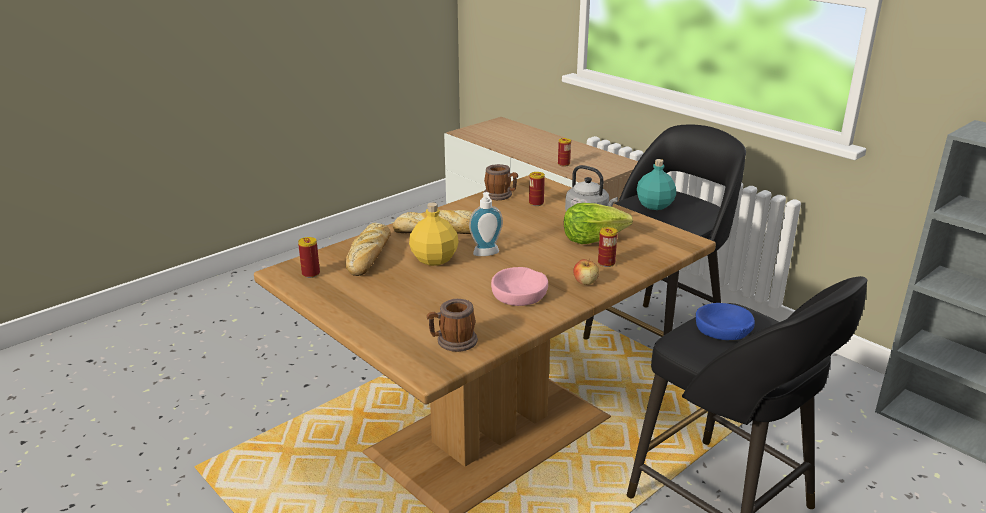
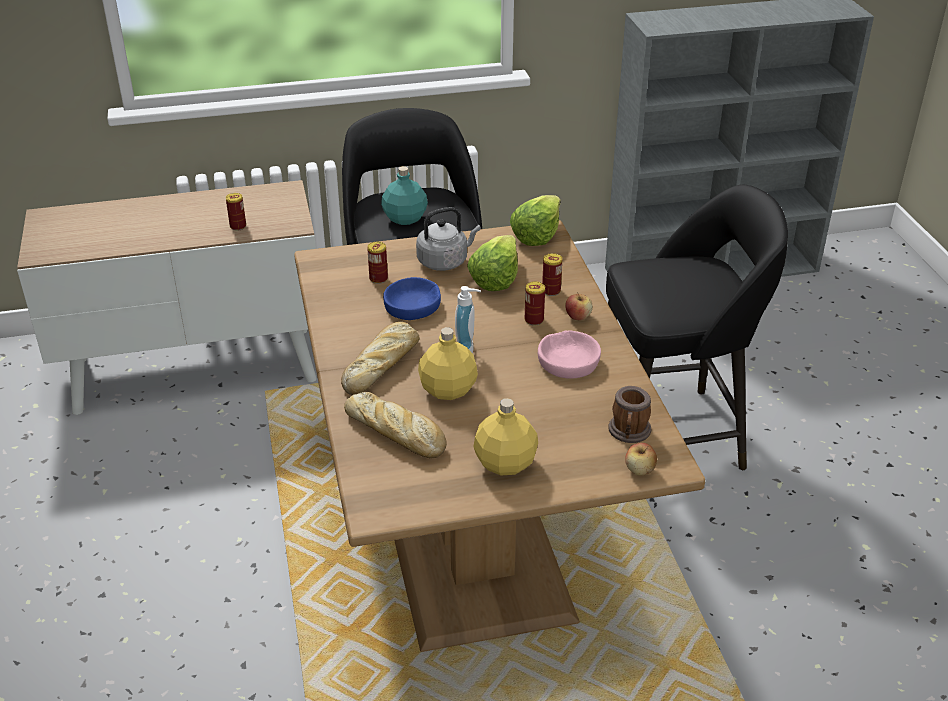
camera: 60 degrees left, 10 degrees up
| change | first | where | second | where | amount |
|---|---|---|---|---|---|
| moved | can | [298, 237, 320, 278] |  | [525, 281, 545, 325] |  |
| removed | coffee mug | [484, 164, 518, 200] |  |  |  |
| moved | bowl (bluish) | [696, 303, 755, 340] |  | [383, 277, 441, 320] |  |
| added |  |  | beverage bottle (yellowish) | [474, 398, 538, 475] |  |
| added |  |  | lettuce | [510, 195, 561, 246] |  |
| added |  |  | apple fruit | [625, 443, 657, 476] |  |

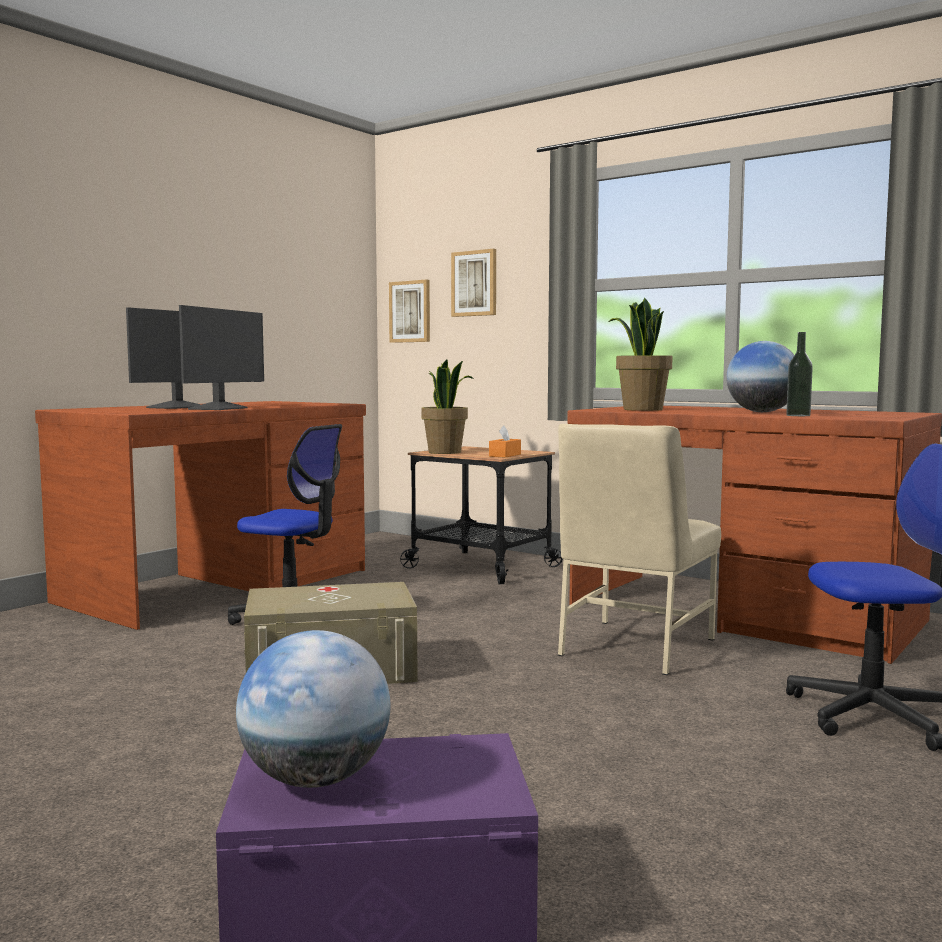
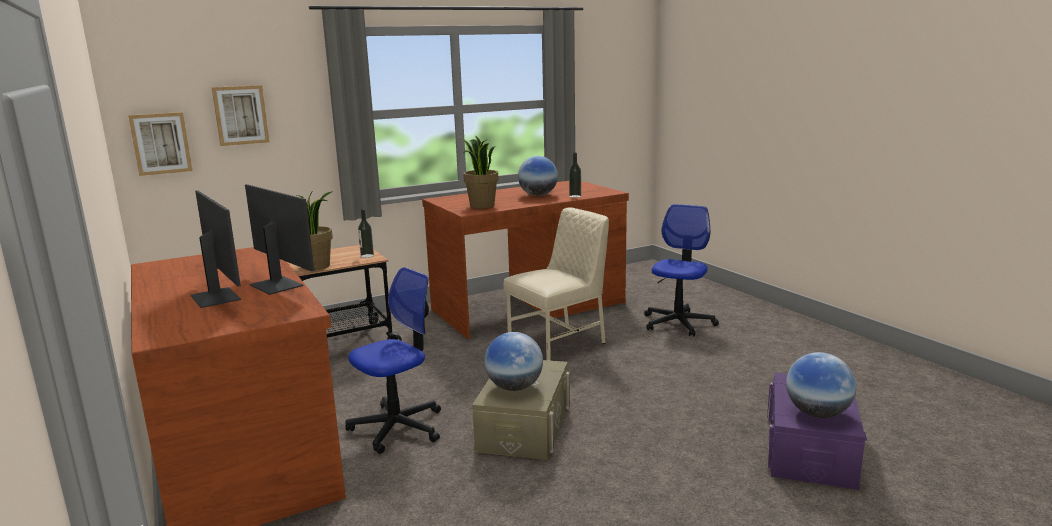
camera: 65 degrees left, 10 degrees up
| change | first | where | second | where | amount |
|---|---|---|---|---|---|
| replaced | box of tissues (orangey) | [489, 425, 521, 458] | beverage bottle | [358, 209, 374, 258] |  |
| turned | plain chair (sand-coloured) | [558, 424, 721, 675] |  | [503, 207, 609, 361] | 90 degrees counterclockwise |
| added |  |  | globe | [485, 332, 543, 391] |  |

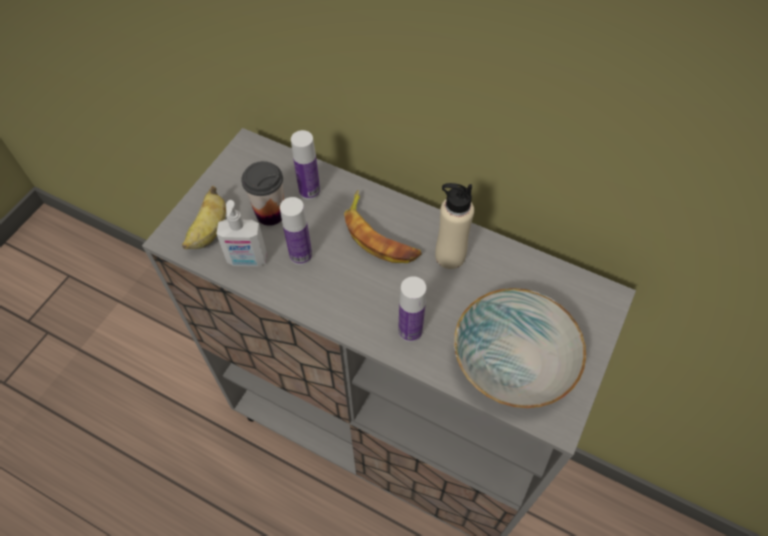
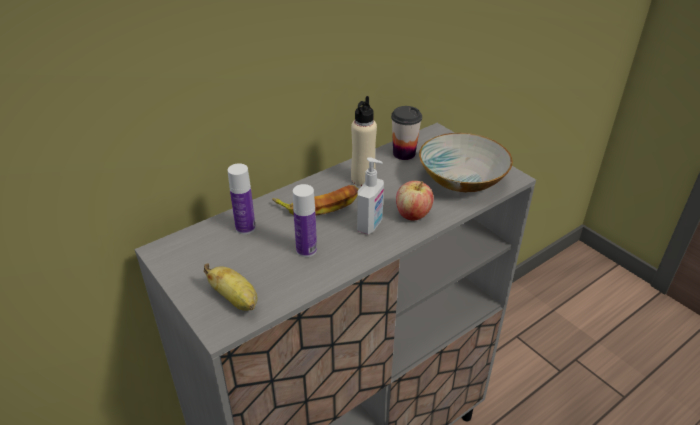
camera: 65 degrees left, 20 degrees down
| change | first | where | second | where | amount |
|---|---|---|---|---|---|
| moved | liquid soap bottle | [216, 200, 267, 267] |  | [357, 157, 384, 234] |  |
| moved | drinking cup | [241, 161, 284, 226] |  | [391, 106, 422, 160] |  |
| replaced | beverage bottle | [398, 276, 426, 342] | apple fruit | [396, 181, 434, 221] |  |

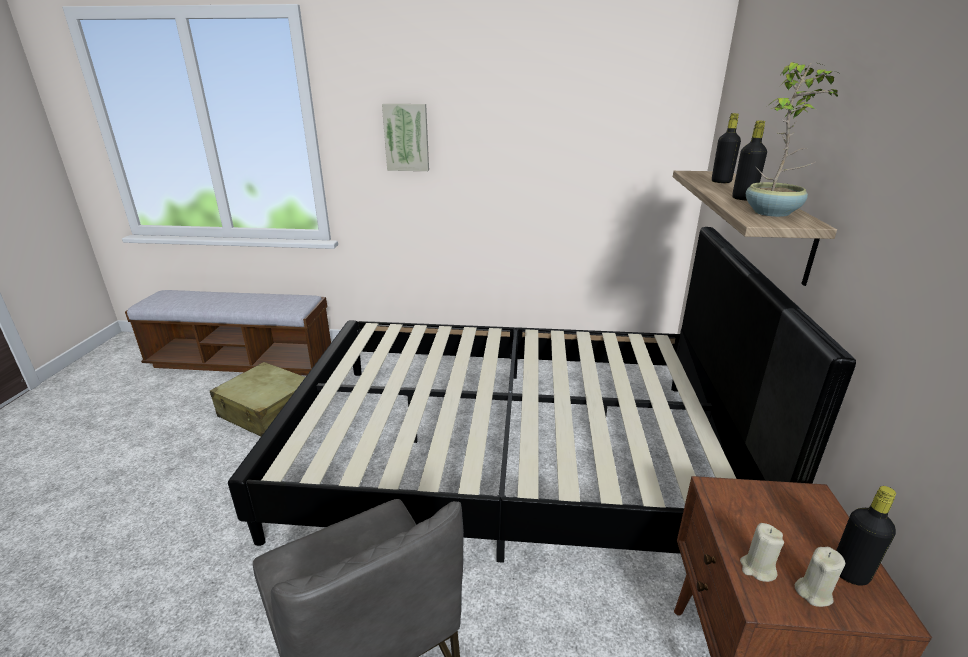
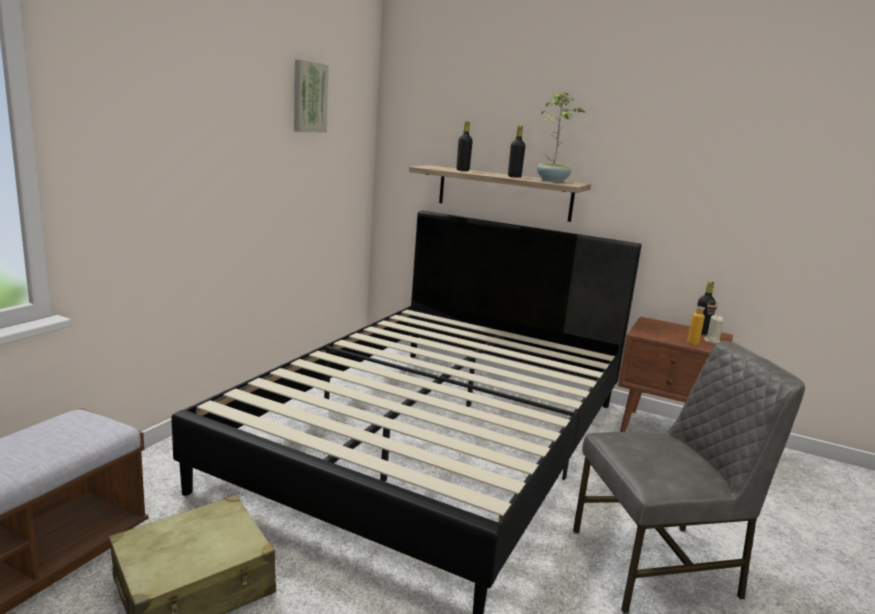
camera: 70 degrees left, 10 degrees down
| change | first | where | second | where | amount |
|---|---|---|---|---|---|
| moved | wall picture | [382, 104, 429, 171] |  | [294, 59, 329, 133] |  |
| replaced | wax light (sand-coloured) | [740, 523, 784, 582] | beverage bottle | [687, 301, 718, 346] |  |

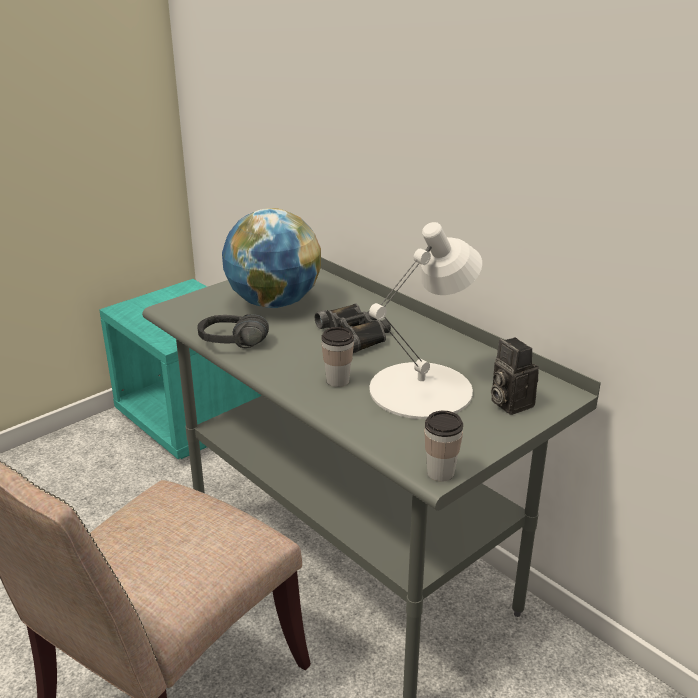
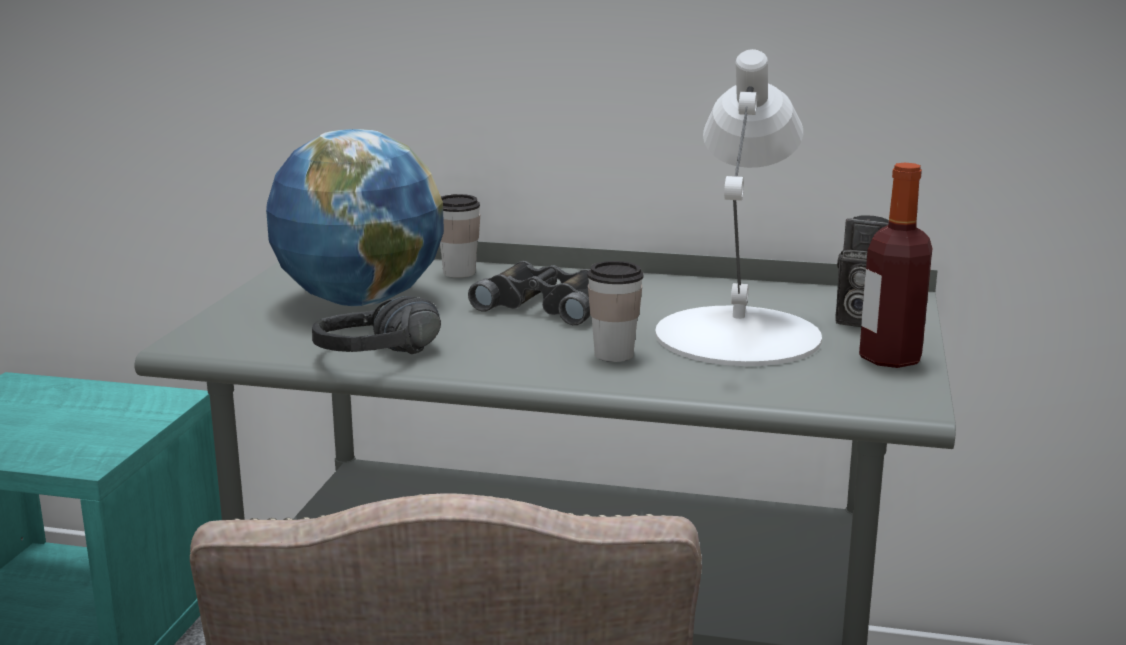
camera: 35 degrees left, 10 degrees down
| change | first | where | second | where | amount |
|---|---|---|---|---|---|
| moved | drinking cup | [424, 411, 463, 482] |  | [440, 194, 480, 278] |  |
| added |  |  | beverage bottle | [859, 163, 932, 368] |  |

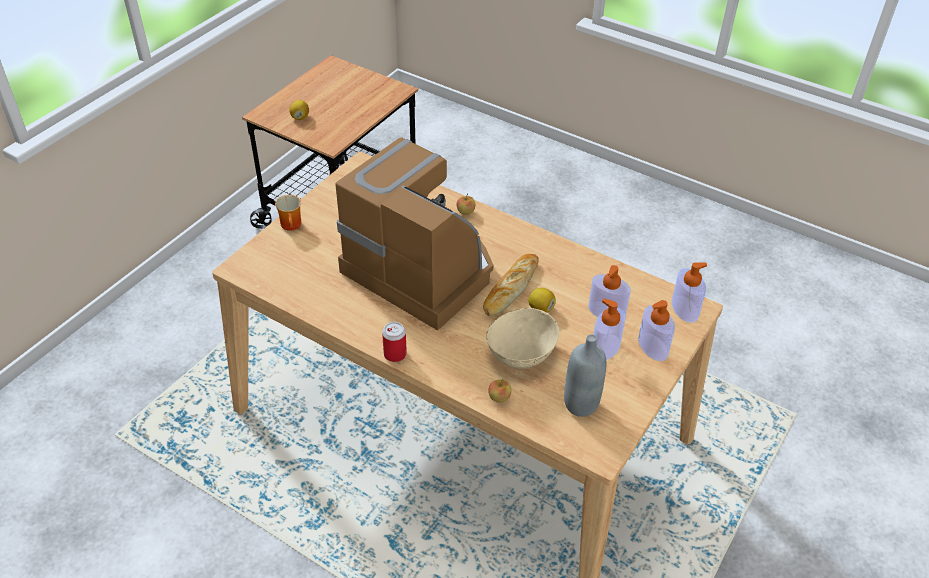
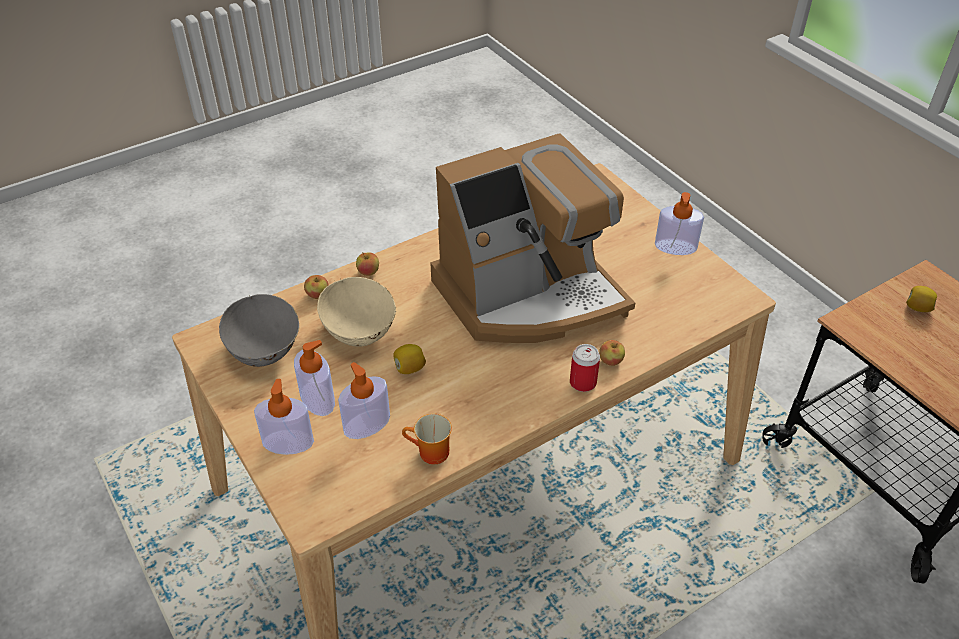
camera: 115 degrees right, 0 degrees up
| change | first | where | second | where | amount |
|---|---|---|---|---|---|
| moved | coffee mug | [275, 195, 301, 231] |  | [402, 414, 452, 464] |  |
| moved | can | [382, 322, 407, 362] |  | [570, 344, 600, 392] |  |
| removed | bakery bread | [483, 254, 539, 316] |  |  |  |
| replaced | beverage bottle (gray) | [564, 334, 606, 417] | bowl (gray) | [219, 294, 299, 367] |  |
| moved | liquid soap bottle | [672, 262, 707, 323] |  | [655, 192, 704, 255] |  |
| added |  |  | apple fruit | [356, 252, 379, 276] |  |

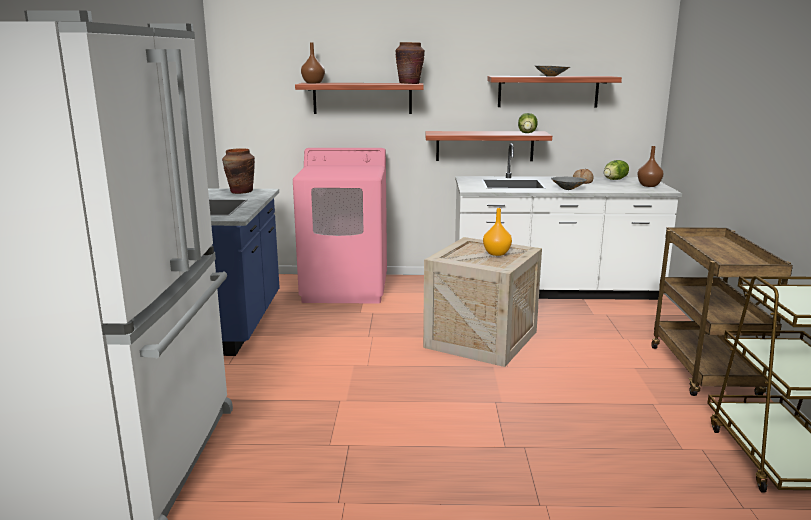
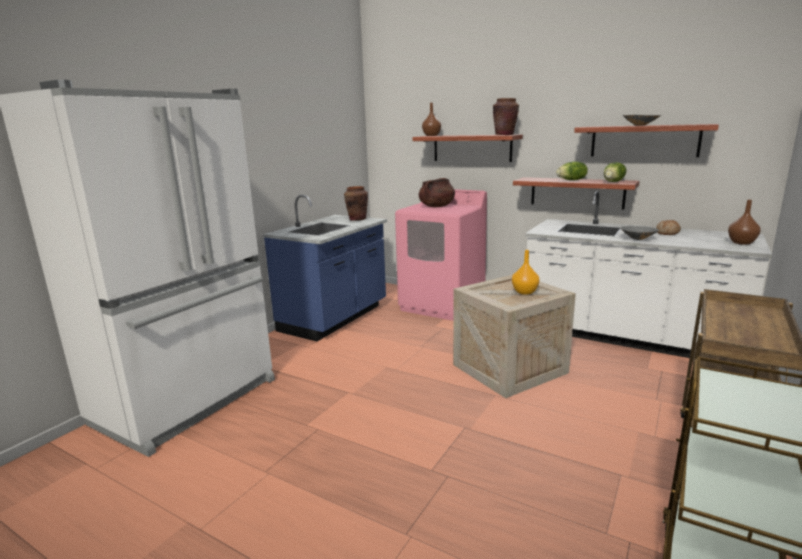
camera: 30 degrees right, 0 degrees up
| change | first | where | second | where | amount |
|---|---|---|---|---|---|
| moved | lettuce | [604, 160, 629, 180] |  | [556, 161, 588, 180] |  |
| added |  |  | stockpot (brown-coloured) | [419, 178, 455, 207] |  |

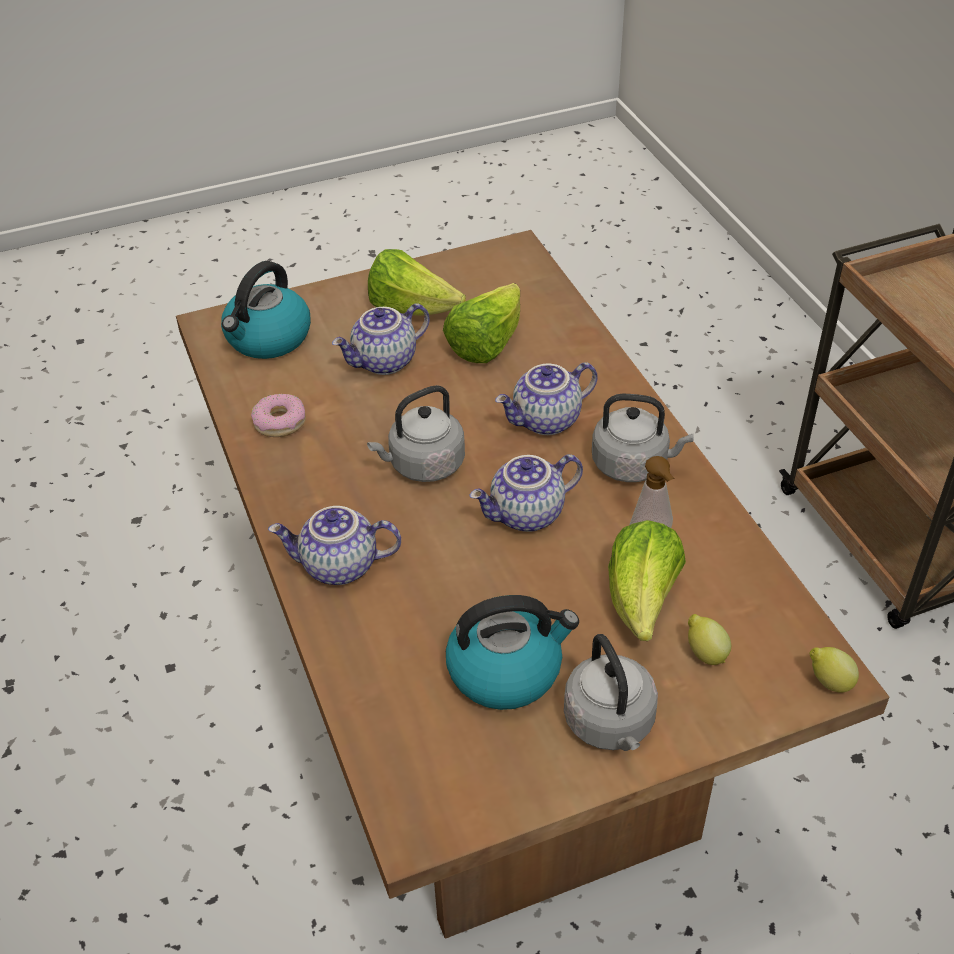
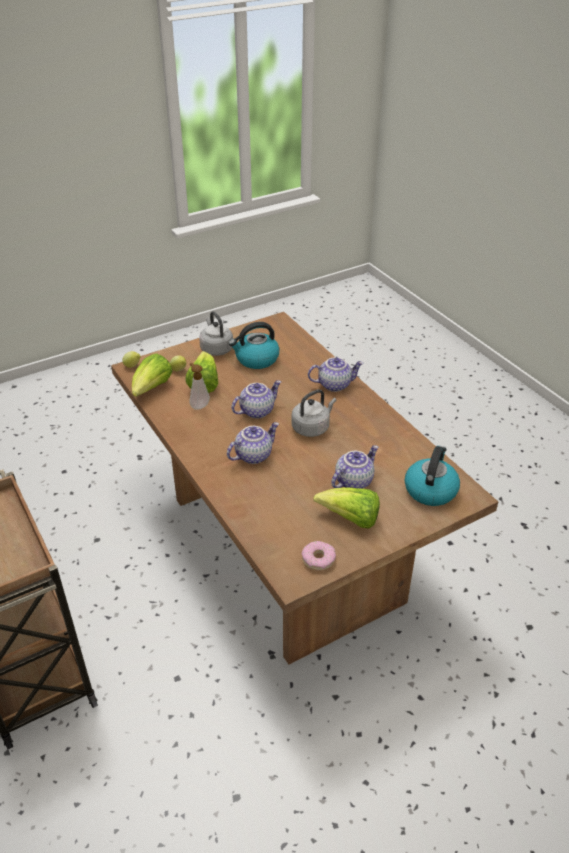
camera: 170 degrees right, 5 degrees down
| change | first | where | second | where | amount |
|---|---|---|---|---|---|
| moved | doughnut | [251, 394, 306, 437] |  | [302, 541, 336, 571] |  |
| moved | lettuce | [443, 283, 520, 363] |  | [132, 353, 173, 397] |  |
| removed | kettle (gray) | [592, 394, 694, 482] |  |  |  |

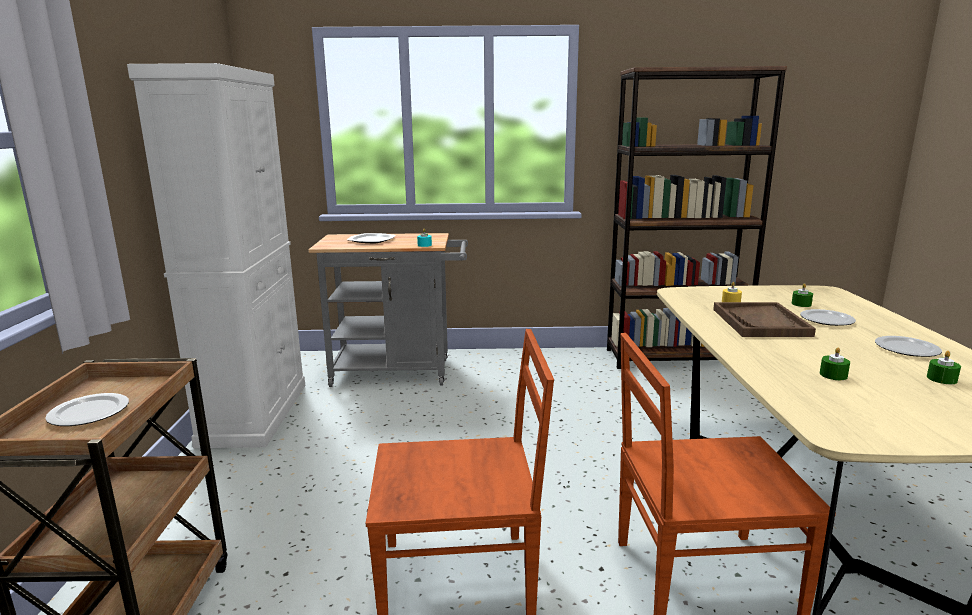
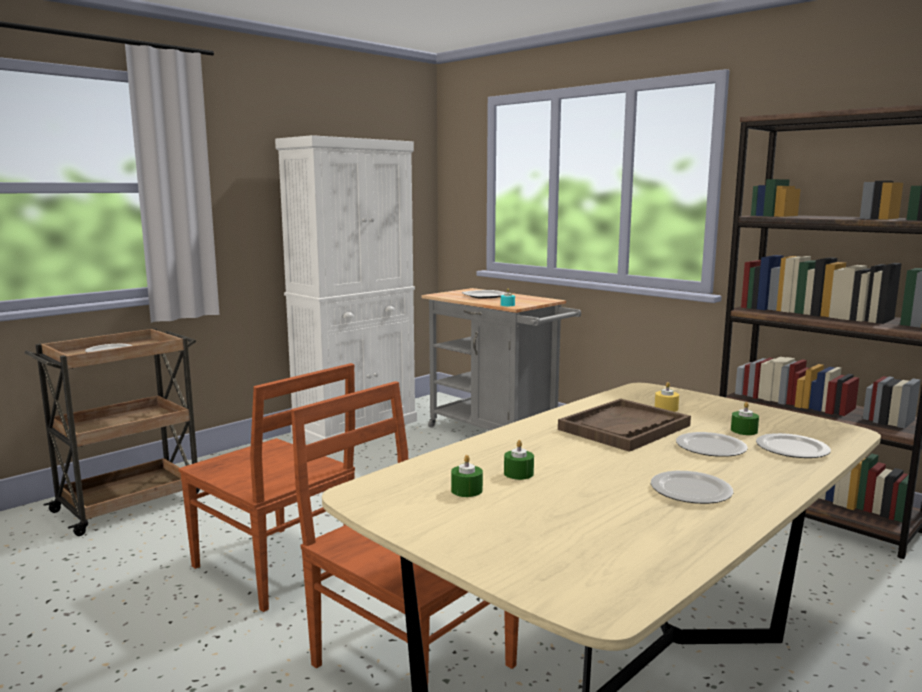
camera: 45 degrees right, 5 degrees down
| change | first | where | second | where | amount |
|---|---|---|---|---|---|
| moved | wax light (green-coloured) | [927, 351, 961, 384] |  | [451, 455, 483, 497] |  |
| added |  |  | dinner plate | [756, 433, 831, 458] |  |

